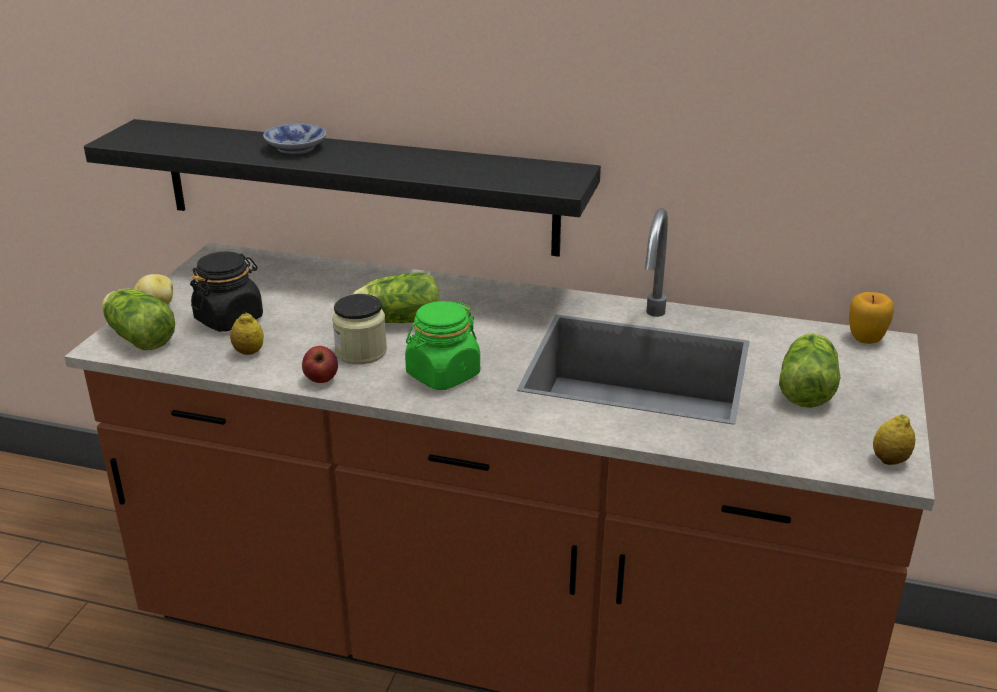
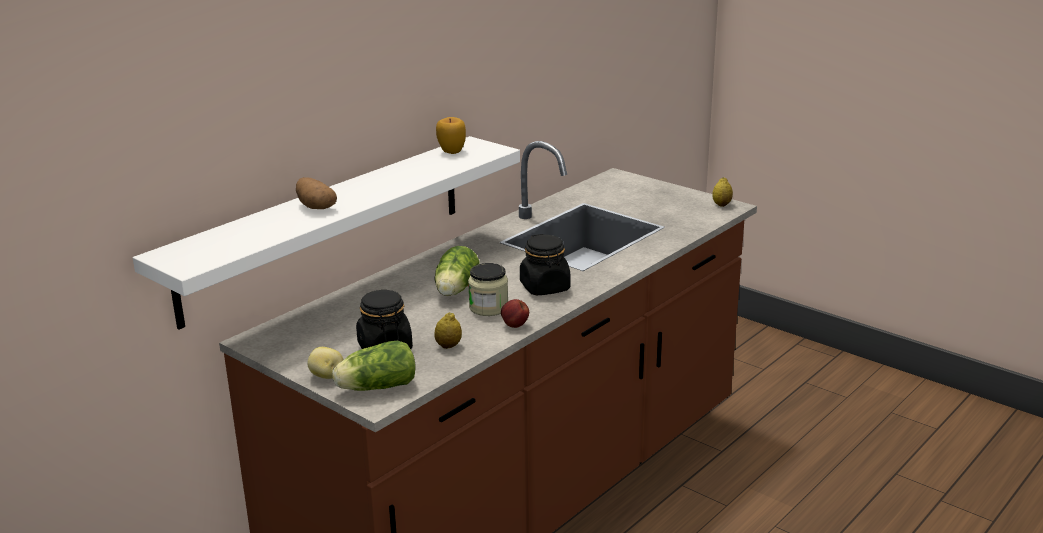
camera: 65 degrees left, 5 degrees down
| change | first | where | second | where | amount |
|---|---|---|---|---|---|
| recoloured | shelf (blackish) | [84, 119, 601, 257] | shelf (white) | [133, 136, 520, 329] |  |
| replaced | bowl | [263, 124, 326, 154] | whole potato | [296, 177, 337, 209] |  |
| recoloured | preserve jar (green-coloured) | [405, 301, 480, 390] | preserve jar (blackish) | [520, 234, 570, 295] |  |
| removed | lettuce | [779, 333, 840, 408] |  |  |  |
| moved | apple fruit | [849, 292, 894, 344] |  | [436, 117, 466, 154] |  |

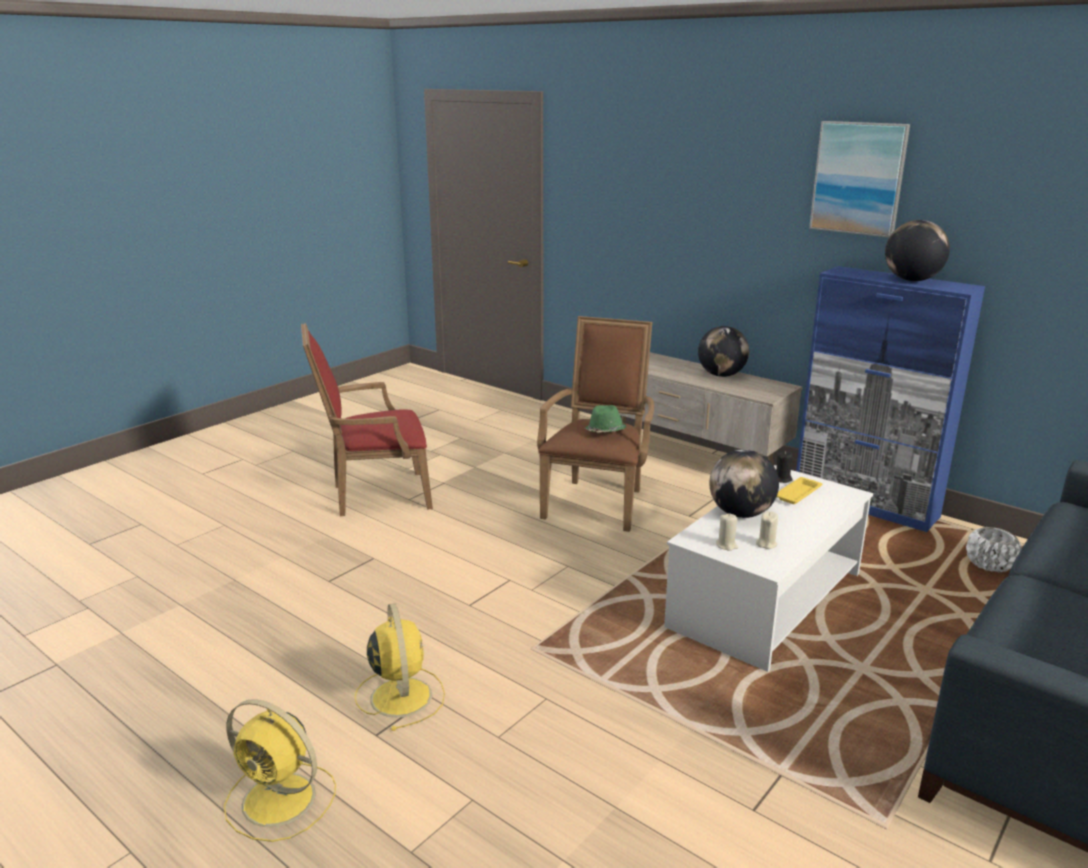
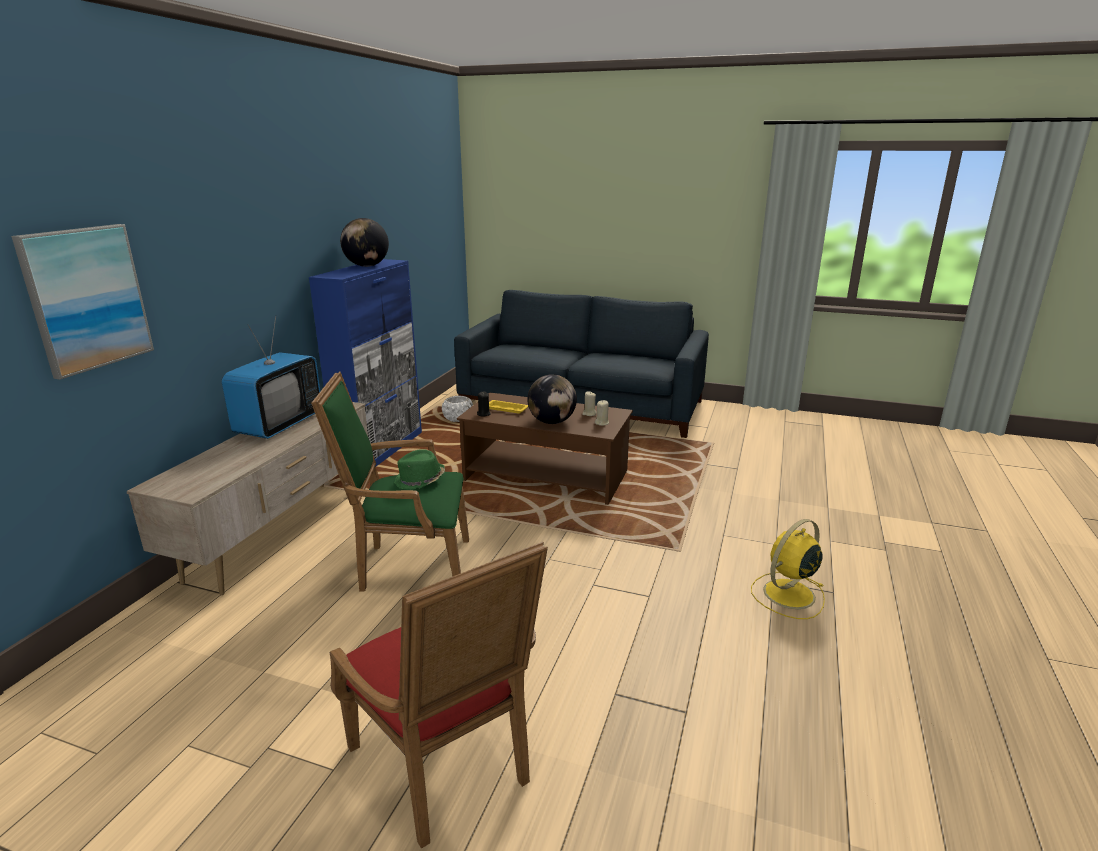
camera: 110 degrees left, 0 degrees up
| change | first | where | second | where | amount |
|---|---|---|---|---|---|
| removed | electric fan (yellowish) | [224, 699, 336, 842] |  |  |  |
| recoloured | armchair (brown-coloured) | [537, 316, 654, 532] | armchair (green-coloured) | [311, 371, 469, 591] |  |
| recoloured | lounge table (white) | [664, 465, 873, 672] | lounge table (brown-coloured) | [457, 393, 633, 505] |  |
| replaced | globe | [698, 326, 749, 377] | TV | [222, 315, 320, 439] |  |
| moved | wall picture | [809, 121, 910, 238] |  | [11, 224, 154, 379] |  |

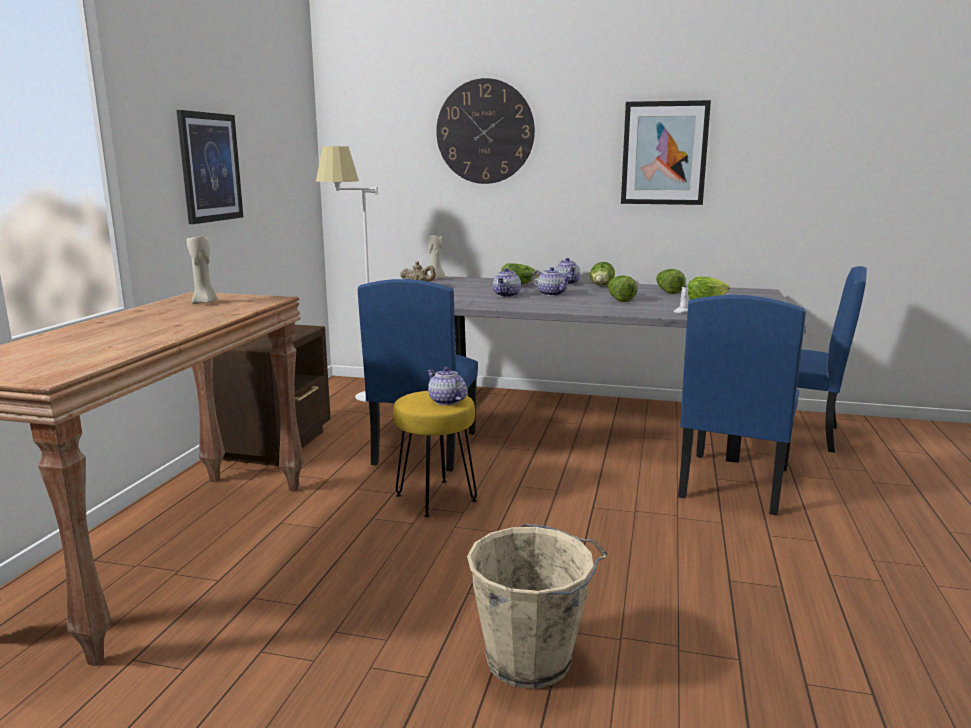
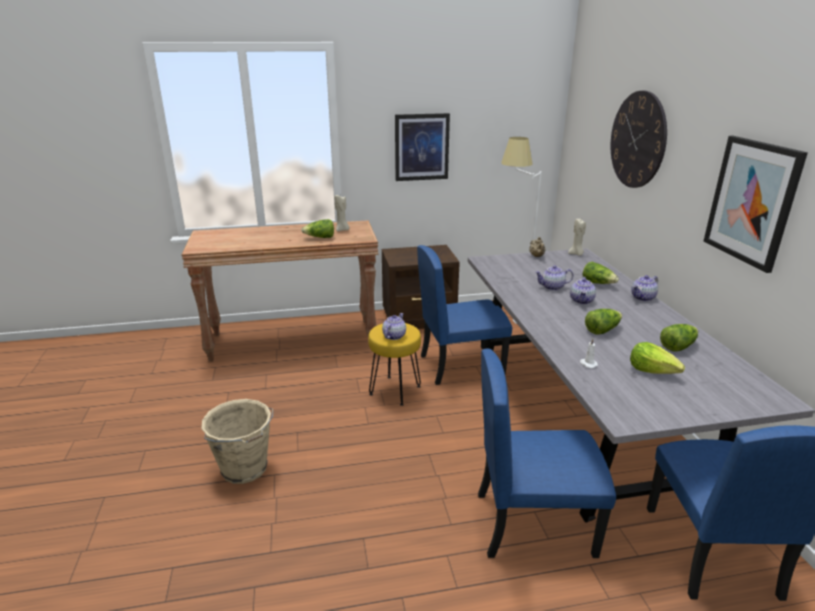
camera: 65 degrees right, 10 degrees up
| change | first | where | second | where | amount |
|---|---|---|---|---|---|
| moved | lettuce | [590, 262, 615, 285] |  | [301, 219, 334, 238] |  |

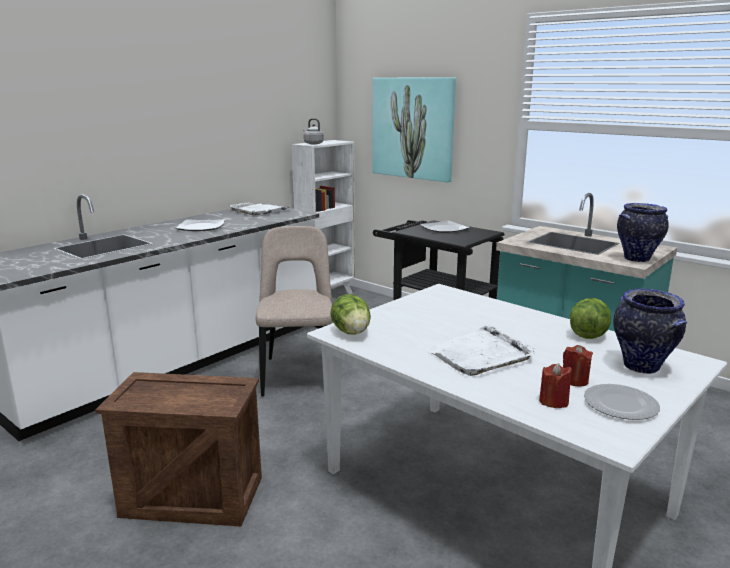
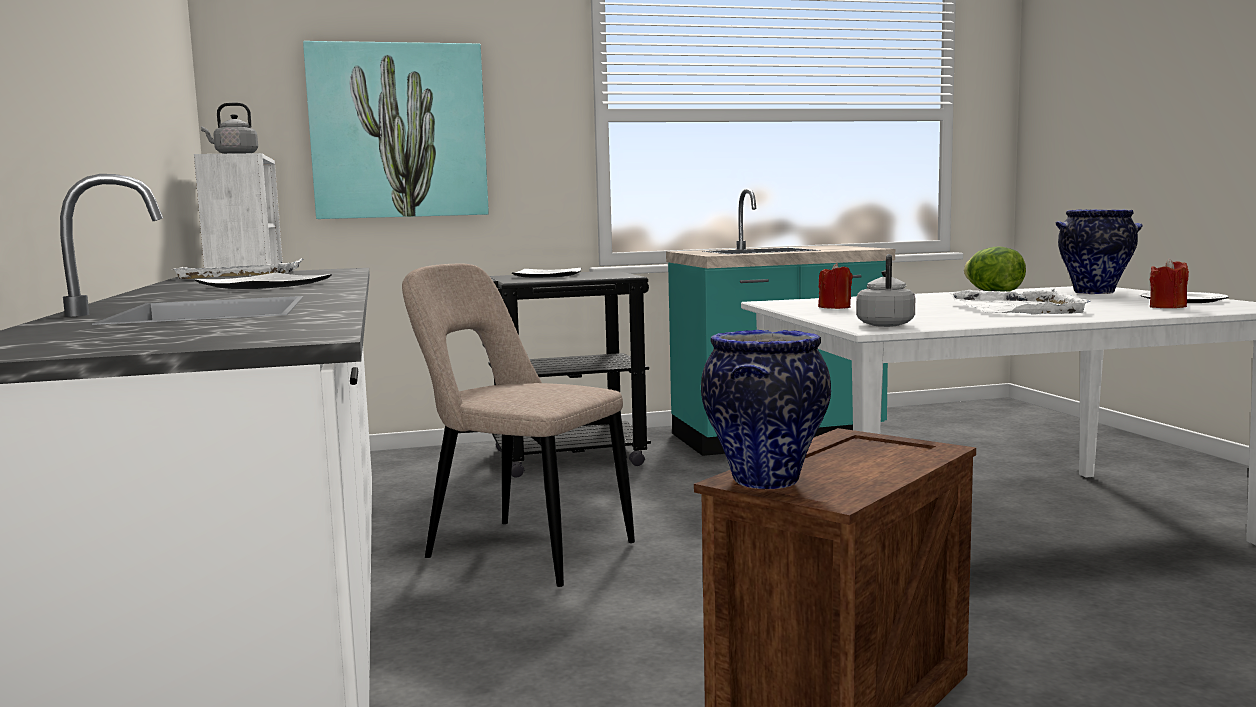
camera: 55 degrees left, 10 degrees down
| change | first | where | second | where | amount |
|---|---|---|---|---|---|
| replaced | lettuce | [330, 294, 371, 335] | kettle (gray) | [856, 254, 915, 327] |  |
| moved | wax light (reddish) | [563, 345, 593, 386] |  | [818, 263, 852, 309] |  |
| moved | decorative vase | [617, 203, 669, 262] |  | [701, 330, 831, 489] |  |

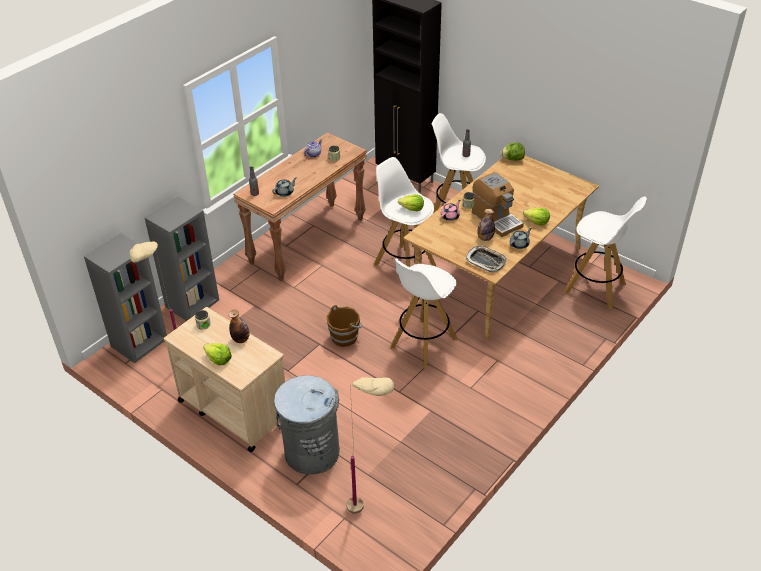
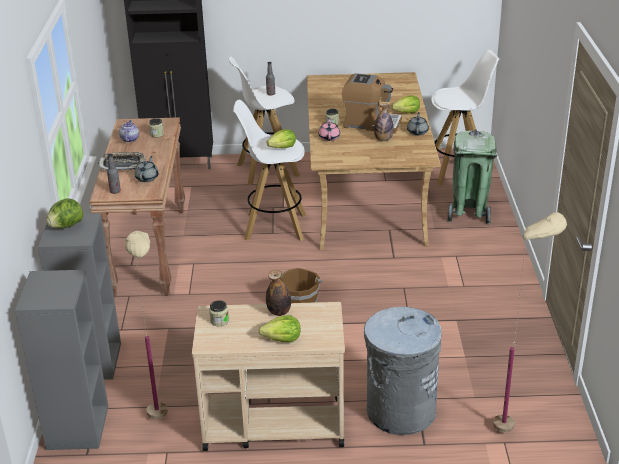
camera: 40 degrees left, 10 degrees down
| change | first | where | second | where | amount |
|---|---|---|---|---|---|
| removed | sitting stool (white) | [390, 259, 458, 368] |  |  |  |
| moved | tray | [466, 246, 507, 272] |  | [98, 152, 145, 170] |  |
| moved | lettuce | [501, 143, 525, 161] |  | [46, 199, 83, 229] |  |
| added |  |  | waste bin (green-coloured) | [447, 129, 497, 224] |  |

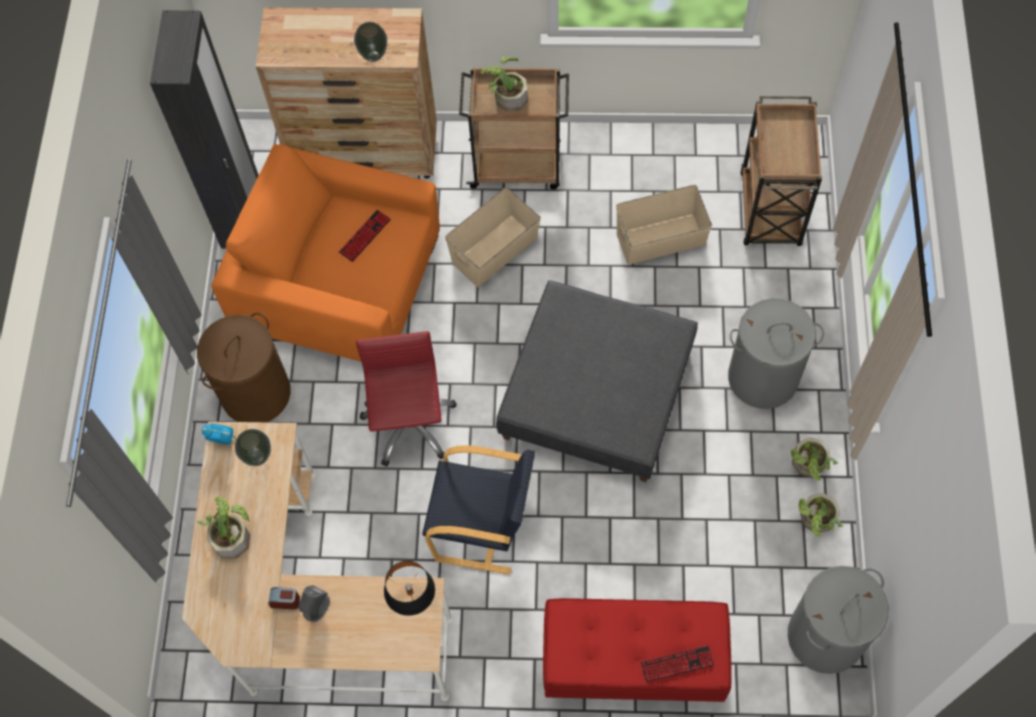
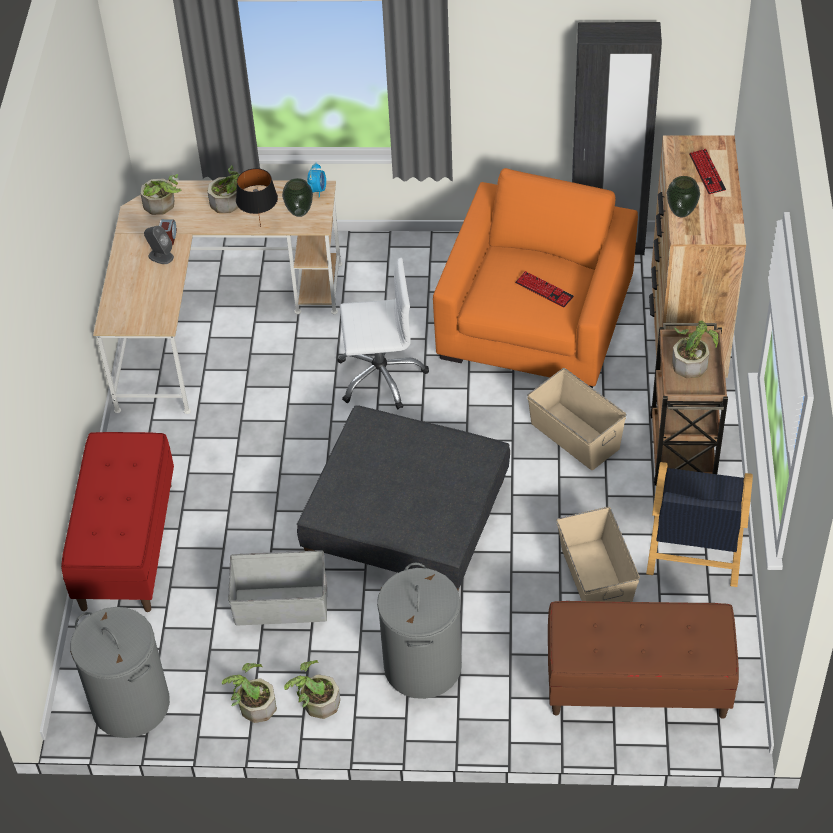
camera: 90 degrees right, 15 degrees down
| change | first | where | second | where | amount |
|---|---|---|---|---|---|
| removed | laundry basket (brown-coloured) | [197, 313, 291, 422] |  |  |  |
| recoloured | desk chair (reddish) | [356, 331, 457, 467] | desk chair (white) | [337, 258, 429, 409] |  |
| moved | lamp for a table (blackish) | [384, 561, 435, 616] |  | [236, 168, 278, 227] |  |
| moved | armchair (blackish) | [422, 445, 536, 575] |  | [646, 462, 753, 587] |  |
| moved | keyboard | [641, 646, 714, 682] |  | [689, 149, 726, 194] |  |
| replaced | wheeled cart (brown-coloured) | [740, 96, 822, 246] | indoor bench (brown-coloured) | [548, 601, 739, 718] |  |
| added |  |  | plant in a pot | [141, 174, 182, 215] |  |
| added |  |  | storage container (gray) | [228, 550, 327, 626] |  |

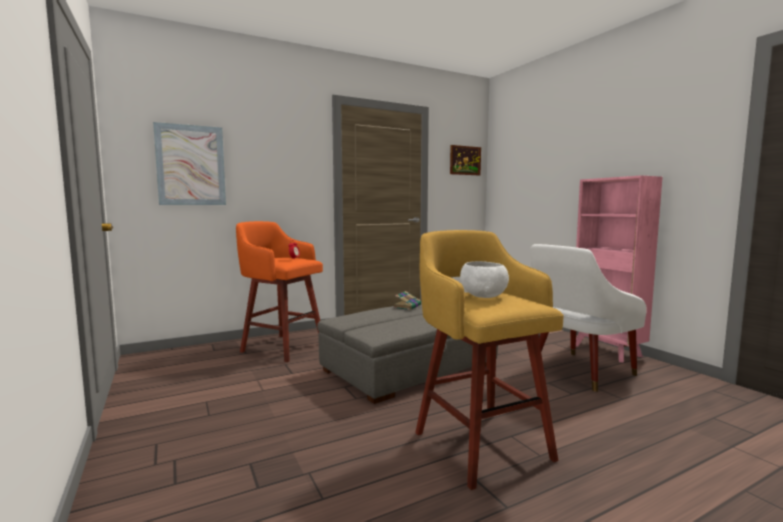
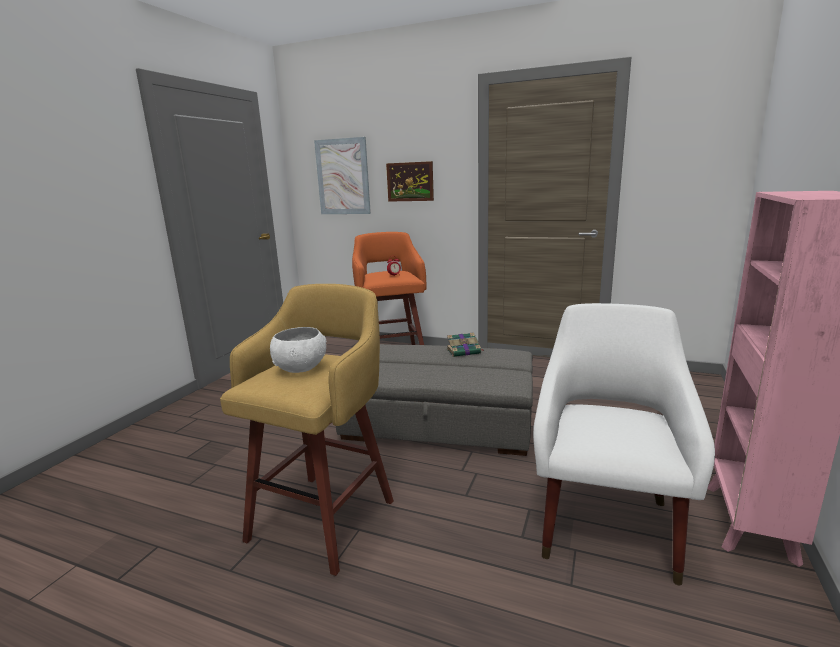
camera: 50 degrees right, 10 degrees up
| change | first | where | second | where | amount |
|---|---|---|---|---|---|
| moved | wall picture | [450, 145, 481, 175] |  | [386, 161, 434, 202] |  |
| turned | armchair (white) | [530, 244, 647, 392] |  | [533, 303, 715, 585] | 90 degrees clockwise |

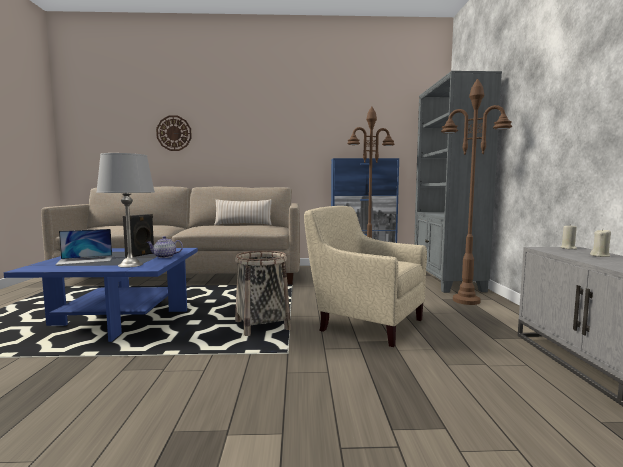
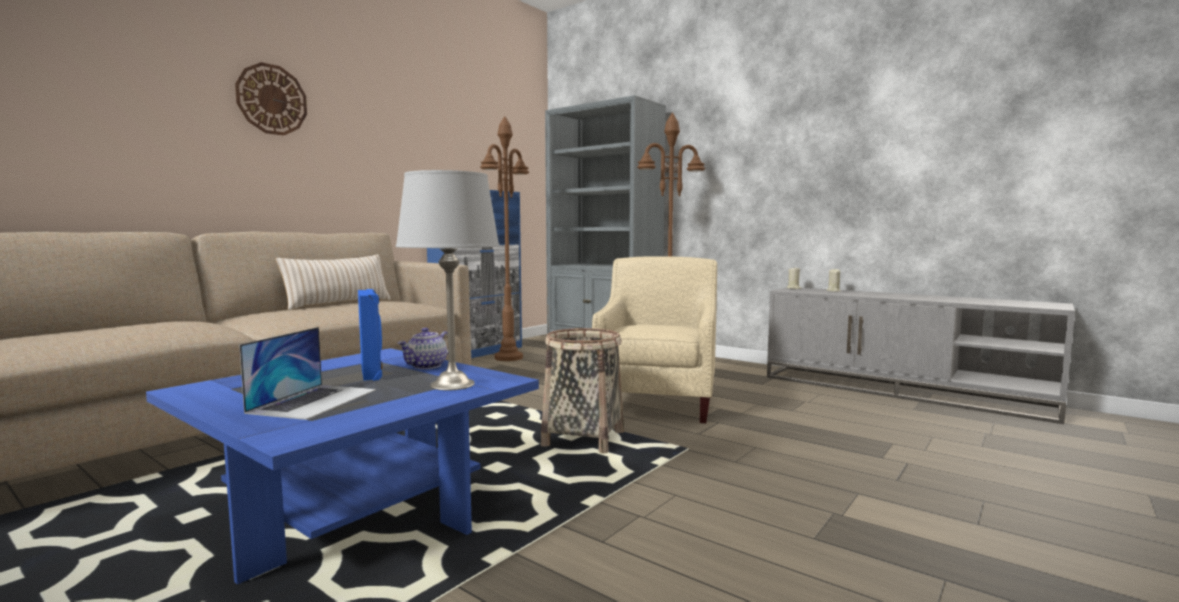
camera: 50 degrees left, 0 degrees up
| change | first | where | second | where | amount |
|---|---|---|---|---|---|
| recoloured | audio speaker (blackish) | [123, 214, 154, 257] | audio speaker (bluish) | [358, 289, 383, 381] |  |
| moved | wall clock | [156, 116, 192, 151] |  | [235, 62, 307, 136] |  |
| turned | armchair (sand-coloured) | [304, 206, 427, 347] |  | [592, 256, 717, 423] | 120 degrees clockwise |

